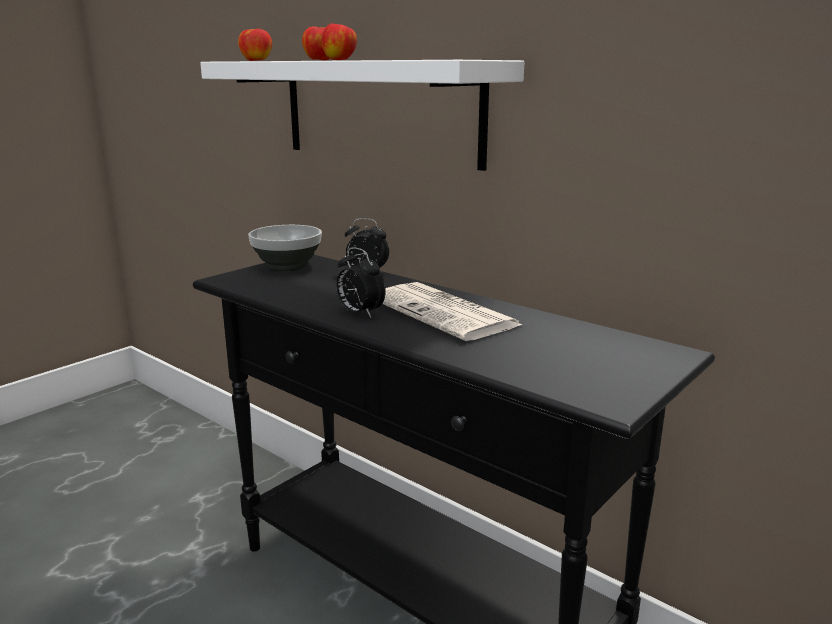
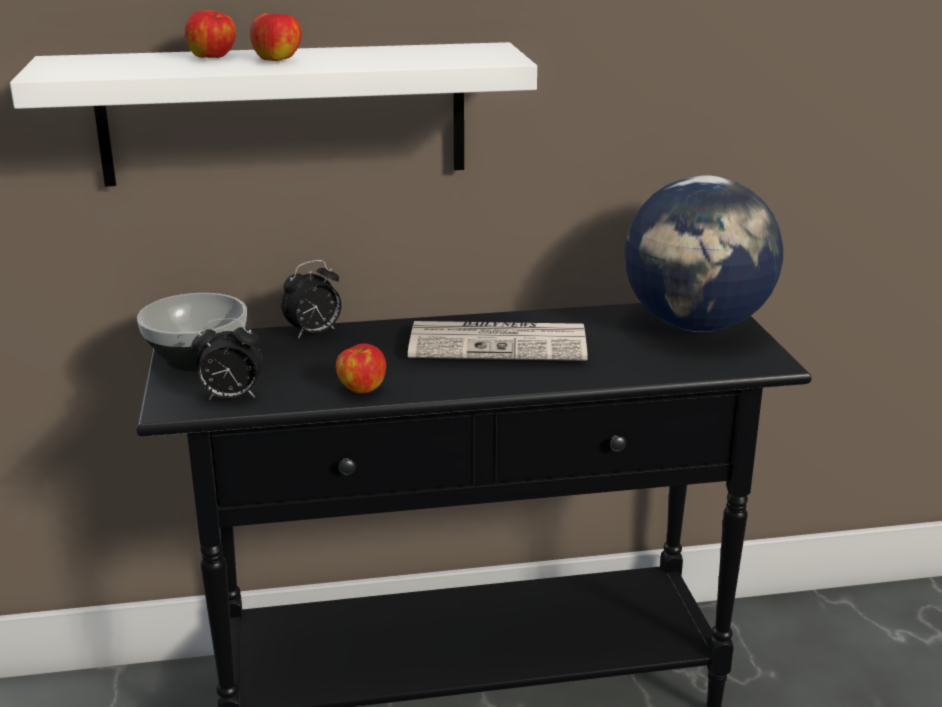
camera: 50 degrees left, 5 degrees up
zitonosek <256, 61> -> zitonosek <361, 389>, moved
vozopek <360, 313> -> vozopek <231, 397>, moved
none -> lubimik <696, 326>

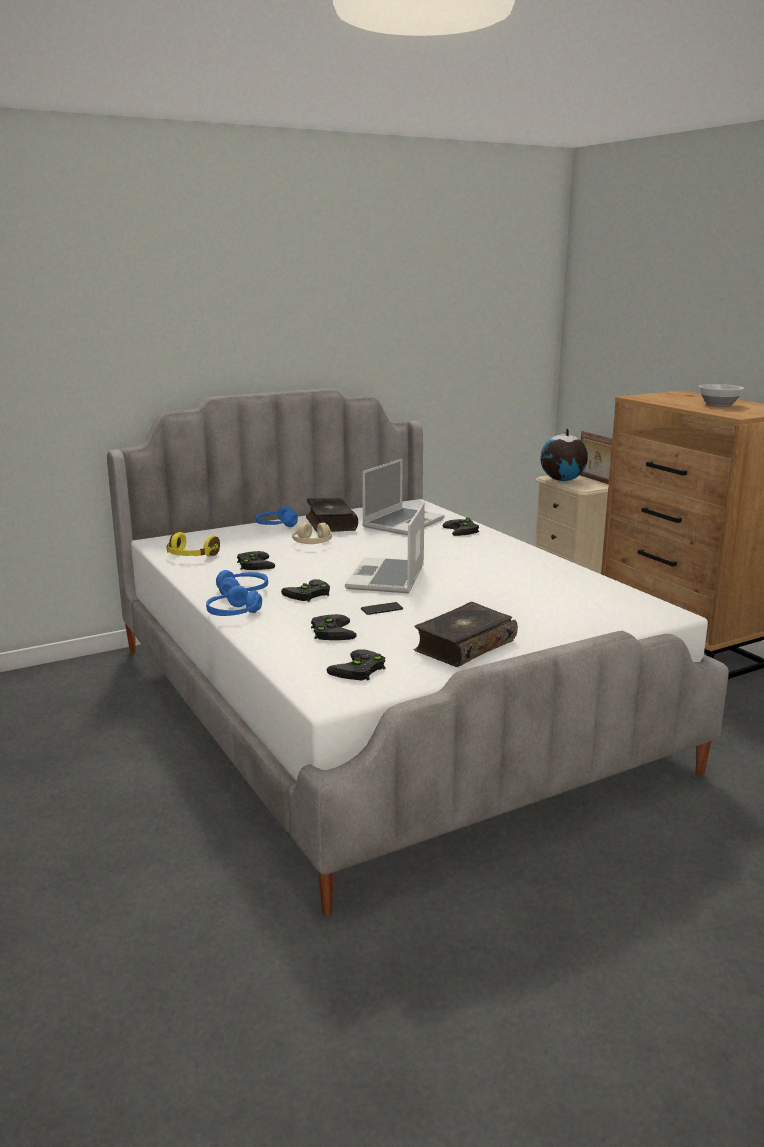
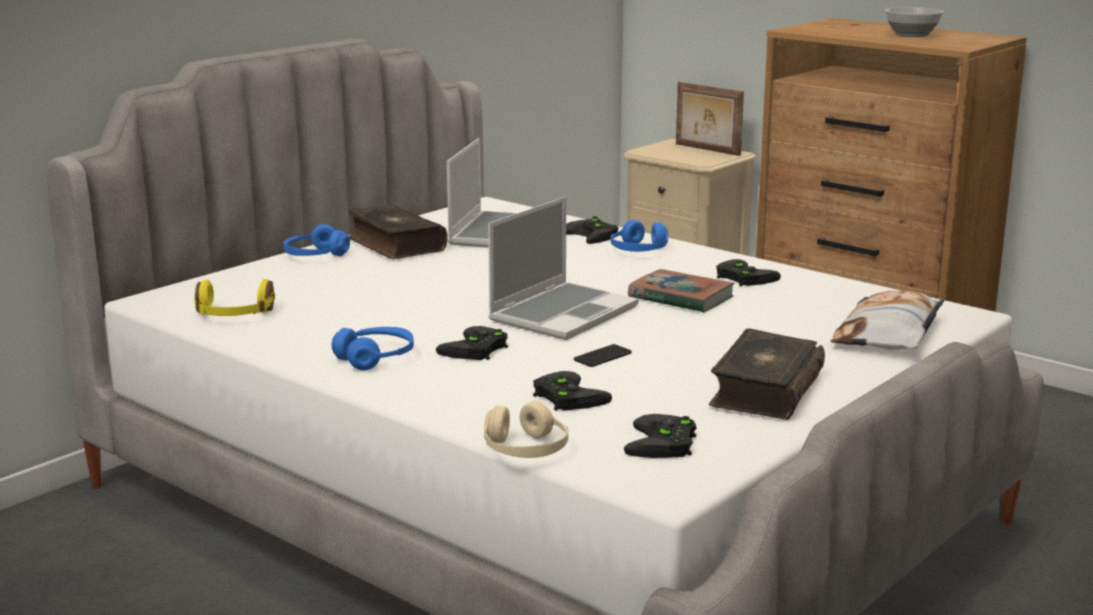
camera: 20 degrees left, 0 degrees up
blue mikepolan <233, 613> -> blue mikepolan <639, 251>, moved
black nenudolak <253, 564> -> black nenudolak <742, 277>, moved
beige mikepolan <312, 543> -> beige mikepolan <525, 449>, moved
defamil <387, 578> -> defamil <563, 313>, 135 degrees counterclockwise
lubimik <562, 480> -> none
none -> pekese <680, 298>
none -> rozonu <889, 334>

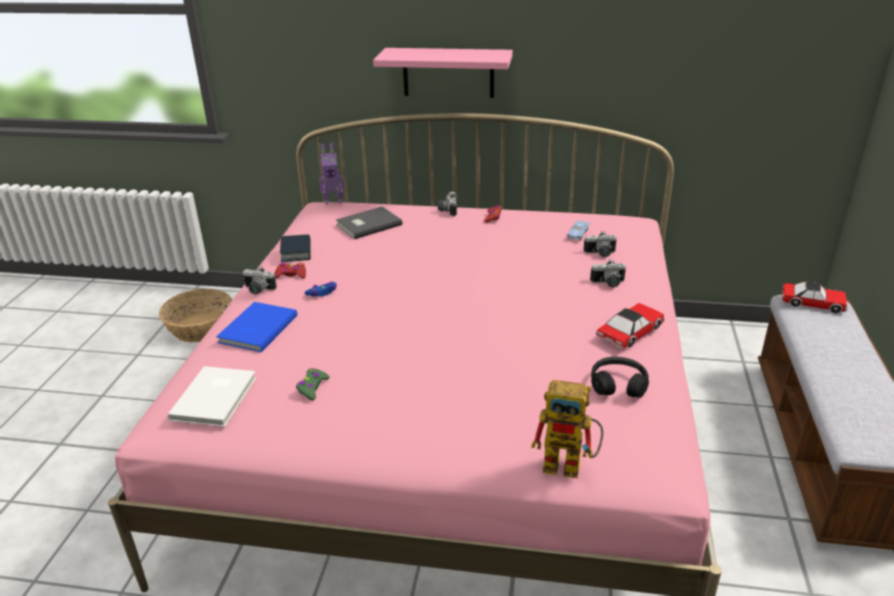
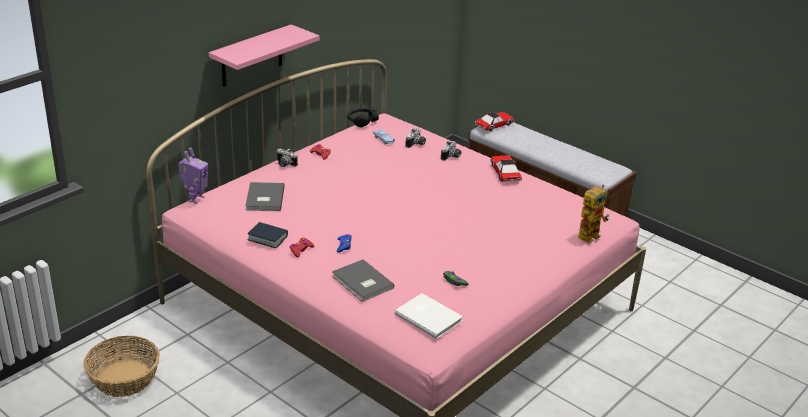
camera: 60 degrees left, 0 degrees up
blue pekese <256, 329> -> grey pekese <362, 283>
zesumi <258, 290> -> none
black mikepolan <618, 385> -> black mikepolan <361, 121>, moved

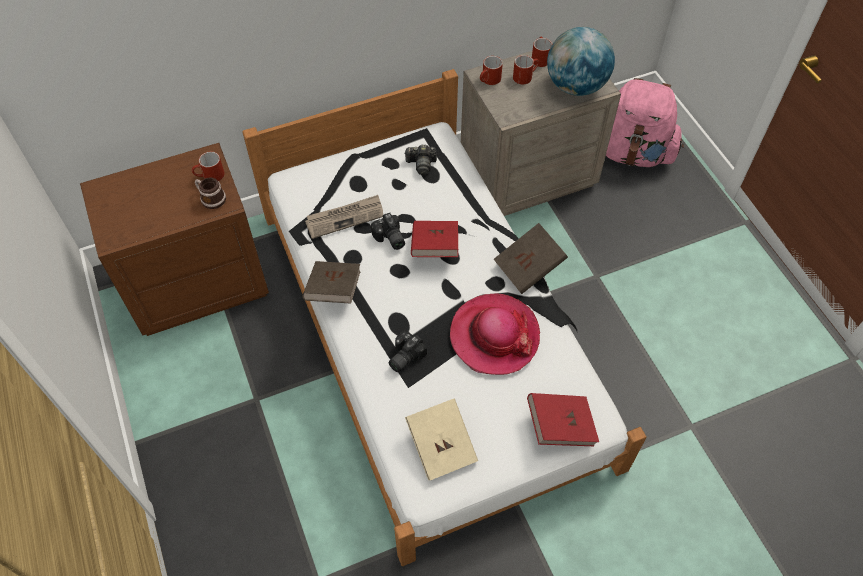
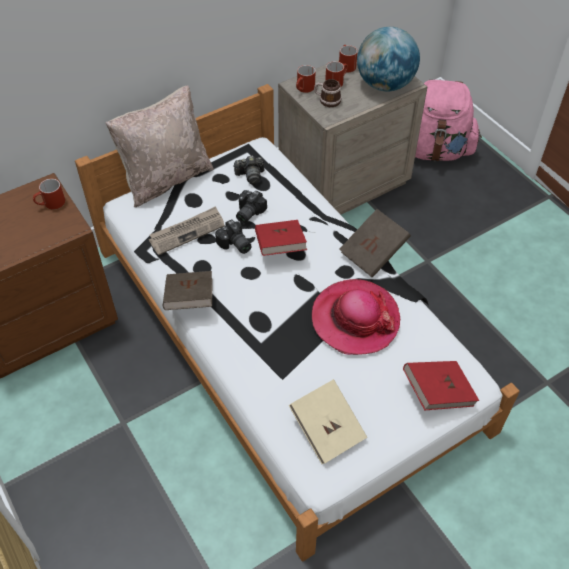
camera: 10 degrees left, 5 degrees down
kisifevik <211, 198> -> kisifevik <327, 100>, moved
zesumi <403, 356> -> zesumi <247, 213>, moved
none -> beige rozonu <166, 178>

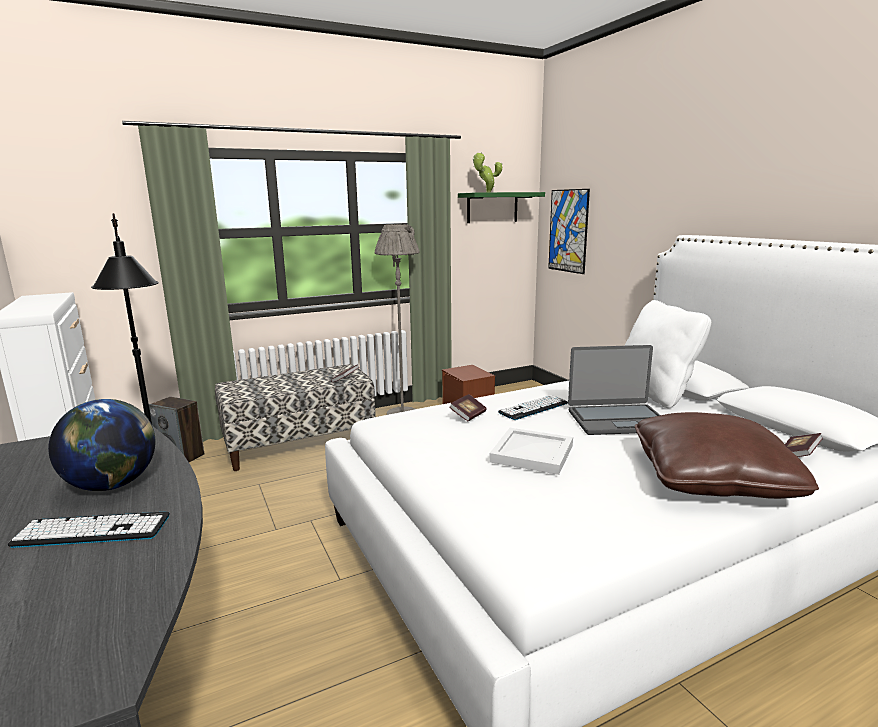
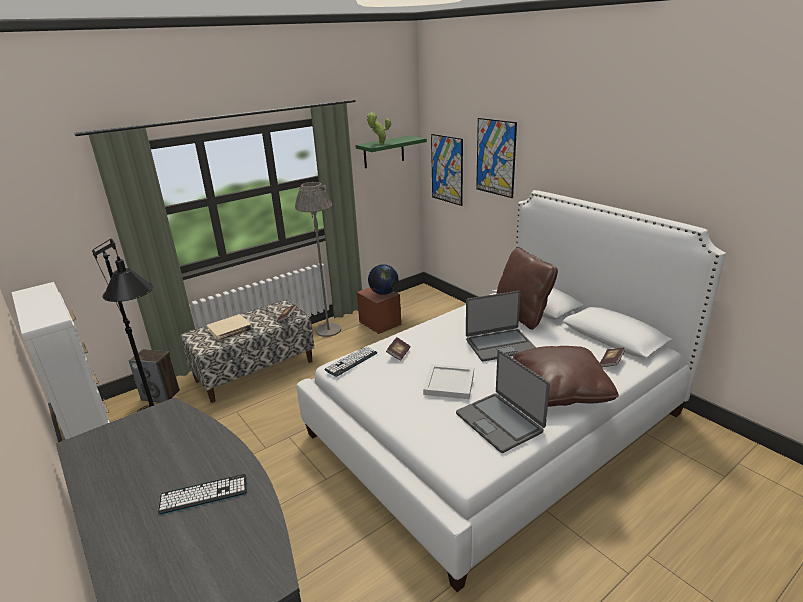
camera: 10 degrees left, 10 degrees up
lubimik <113, 484> -> lubimik <384, 293>, moved
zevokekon <533, 408> -> zevokekon <351, 361>, moved
white rozonu <655, 393> -> brown rozonu <522, 315>
none -> beige pekese <230, 329>
none -> defamil <500, 422>
none -> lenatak <495, 157>

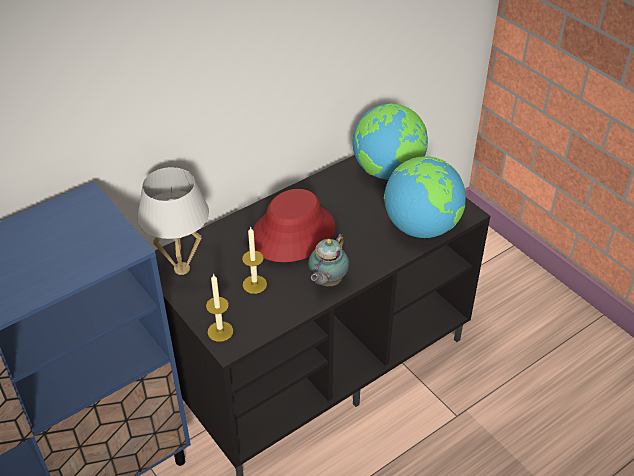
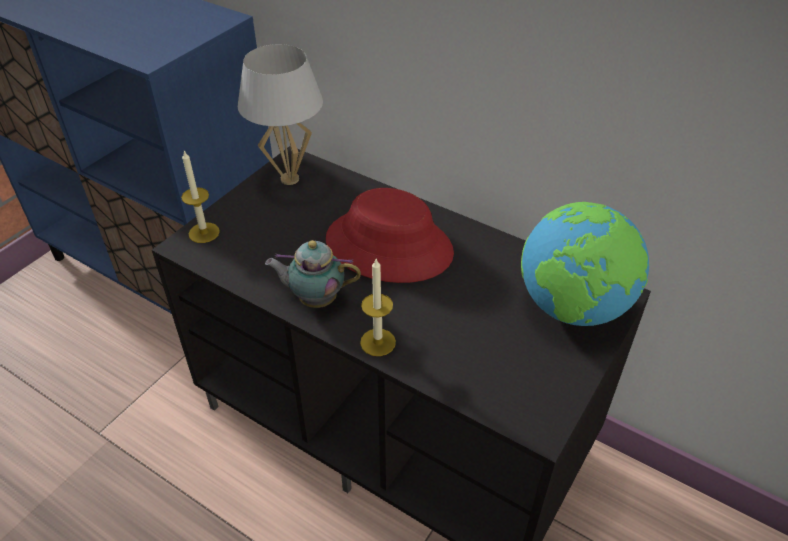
camera: 70 degrees right, 0 degrees up
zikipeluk <254, 284> -> zikipeluk <378, 342>, moved
lubimik <421, 227> -> none

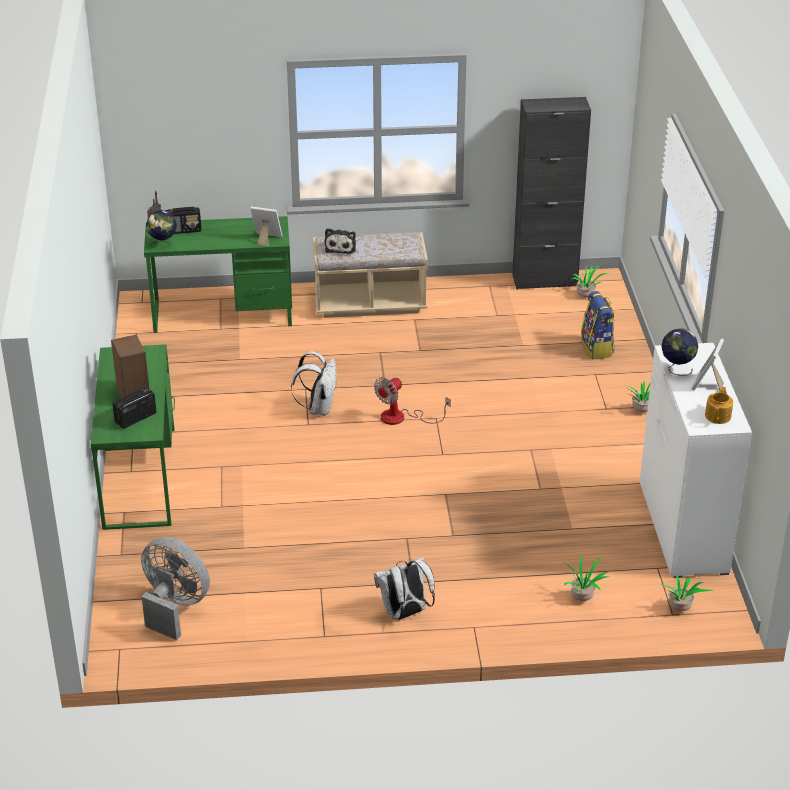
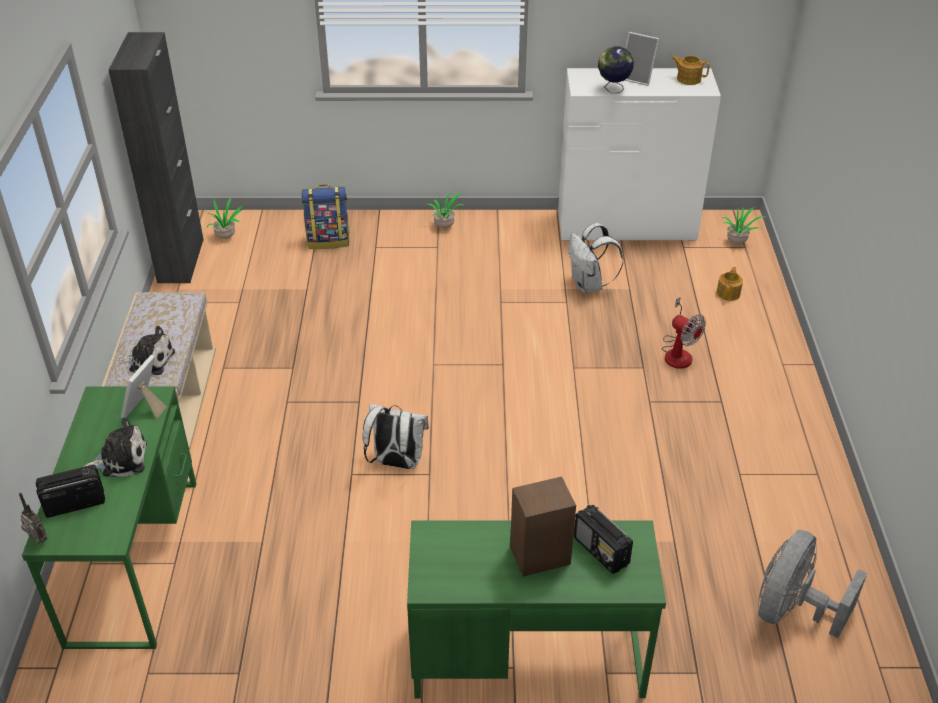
camera: 85 degrees left, 5 degrees up
lubimik <163, 245> -> none
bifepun <184, 230> -> bifepun <74, 503>, 105 degrees counterclockwise
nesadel <401, 418> -> nesadel <678, 352>, moved
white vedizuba <405, 614> -> white vedizuba <589, 285>, moved
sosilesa <582, 597> -> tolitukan <728, 293>
none -> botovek <121, 459>

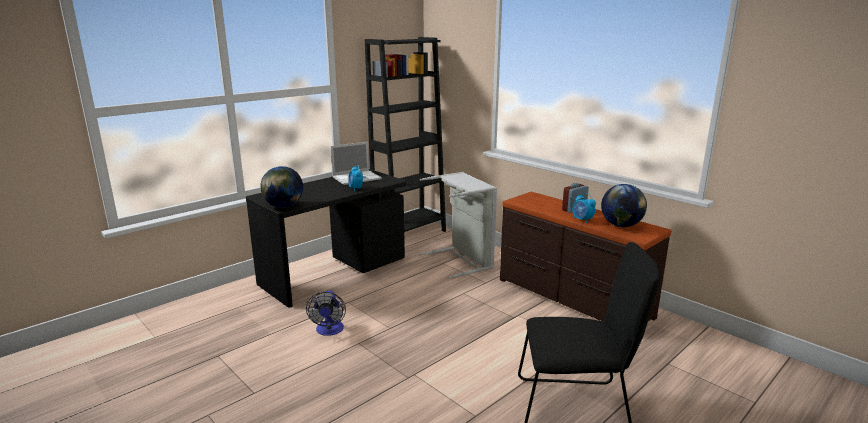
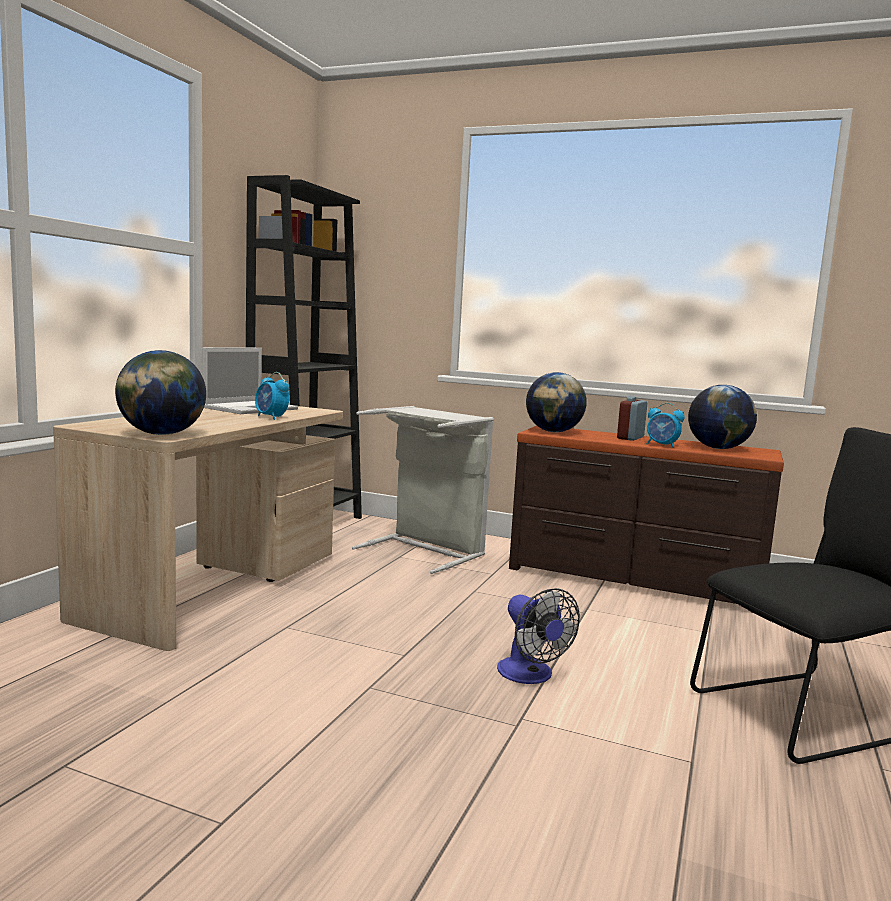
camera: 25 degrees left, 10 degrees down
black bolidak <334, 272> -> beige bolidak <217, 586>
nesadel <329, 331> -> nesadel <530, 675>, moved
none -> lubimik <553, 432>

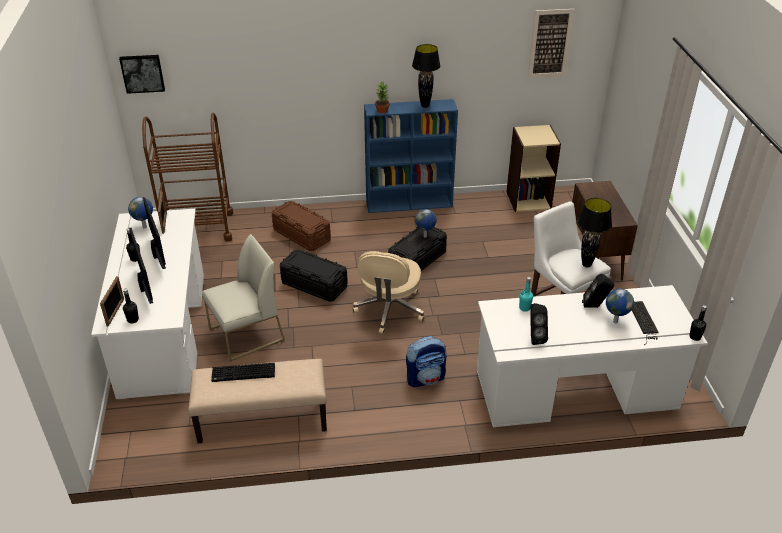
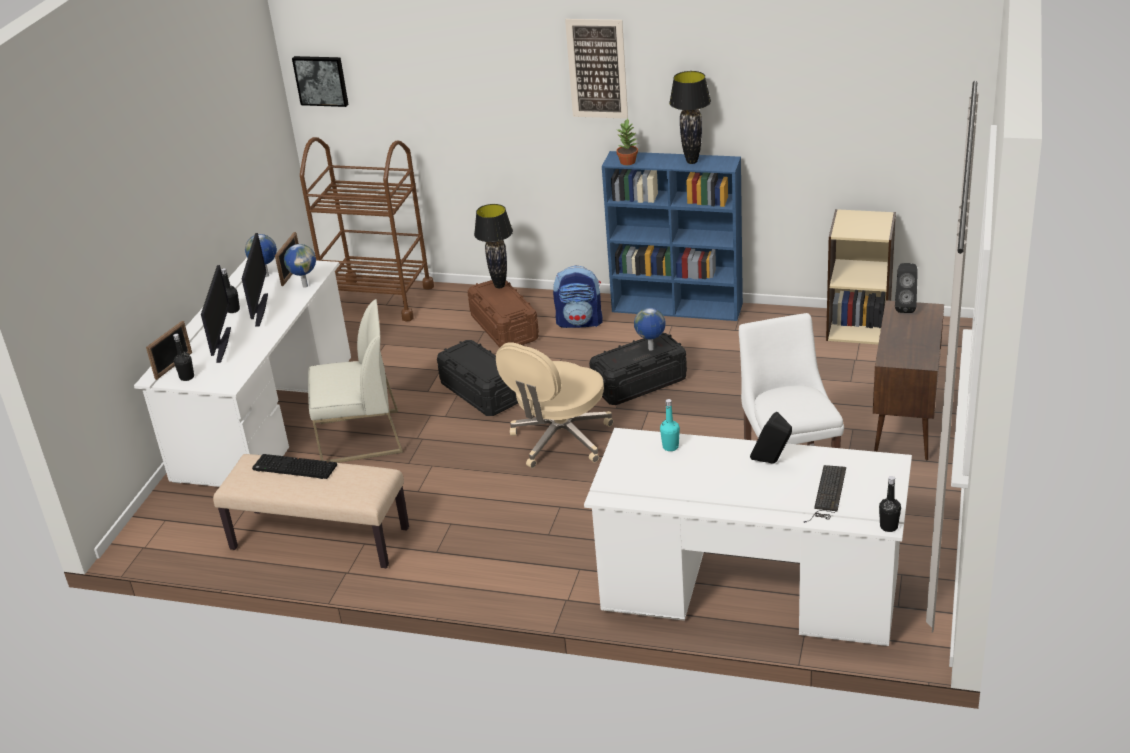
camera: 25 degrees right, 5 degrees down
vedizuba <426, 378> -> vedizuba <580, 322>, moved
lenatak <550, 43> -> lenatak <597, 69>, moved
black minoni <534, 337> -> black minoni <905, 307>, moved
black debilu <587, 265> -> black debilu <500, 286>, moved
lubimik <614, 321> -> lubimik <305, 285>, moved

